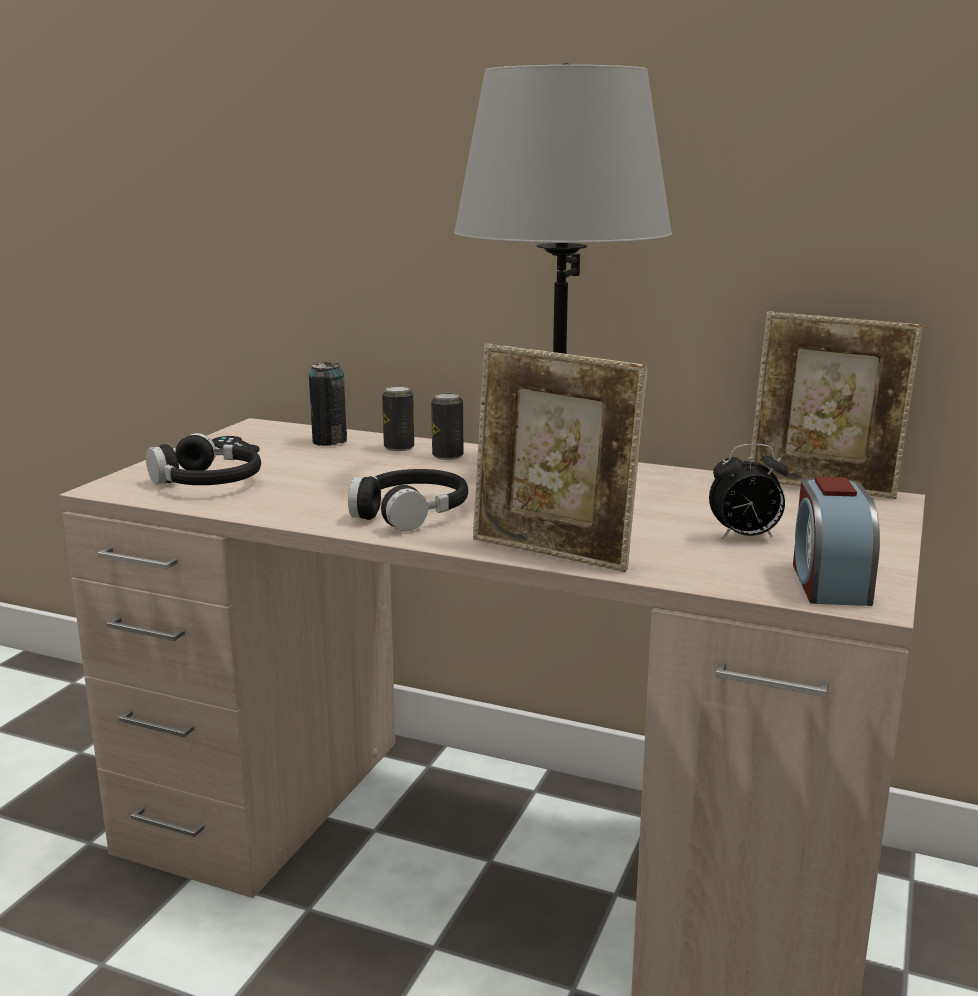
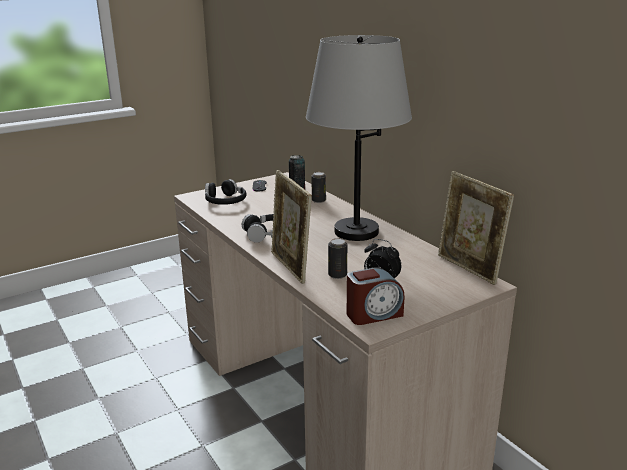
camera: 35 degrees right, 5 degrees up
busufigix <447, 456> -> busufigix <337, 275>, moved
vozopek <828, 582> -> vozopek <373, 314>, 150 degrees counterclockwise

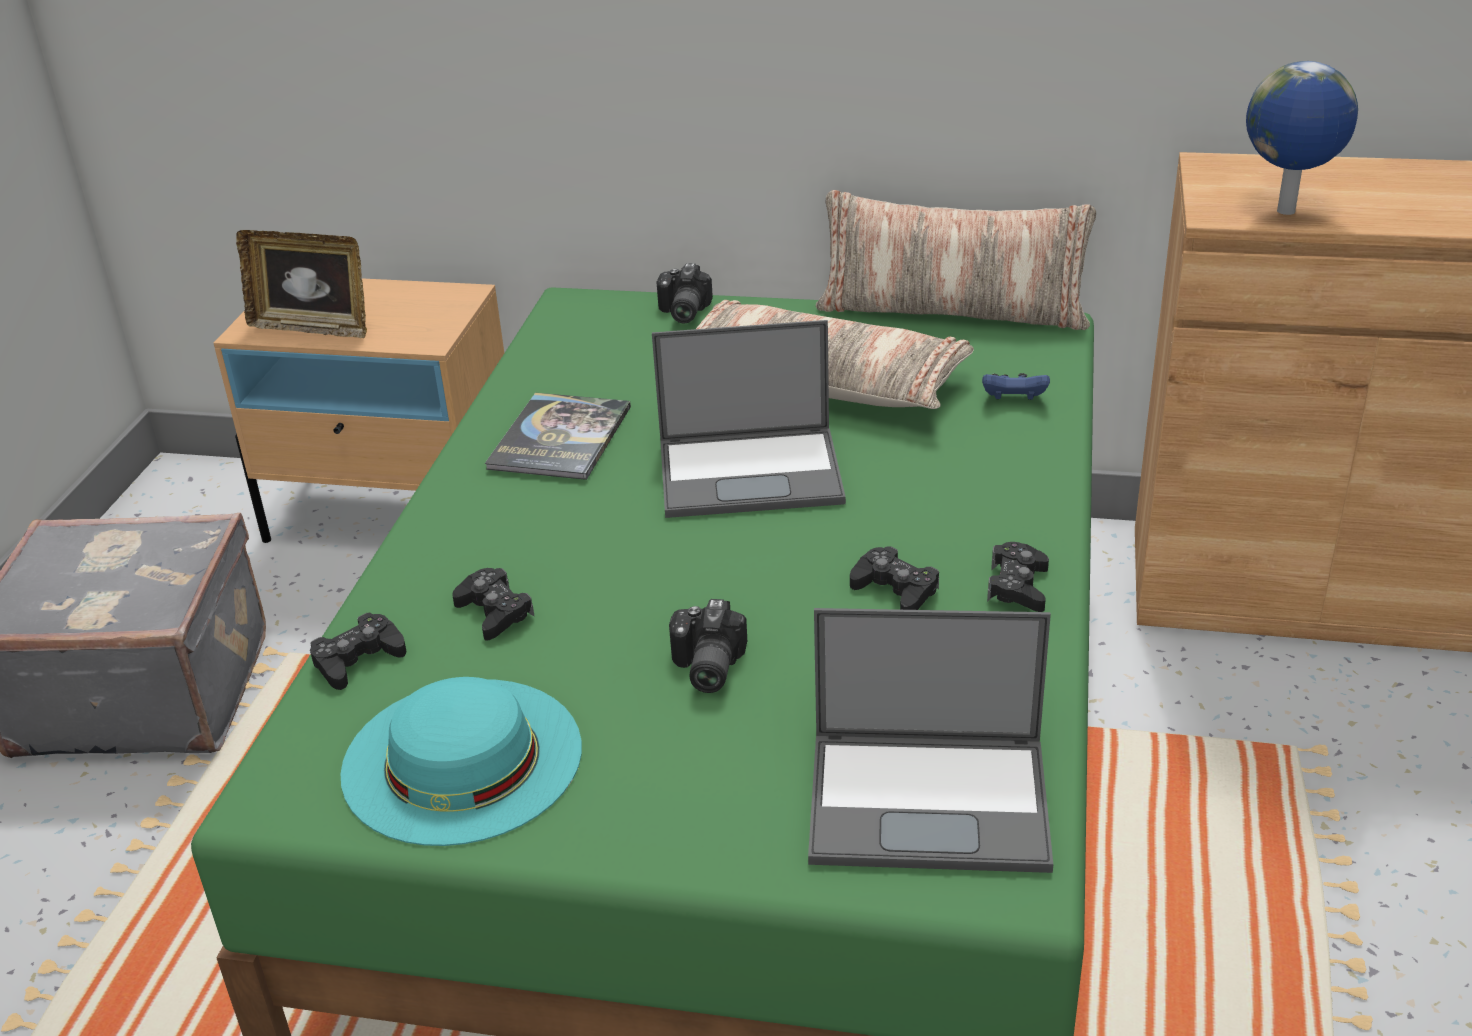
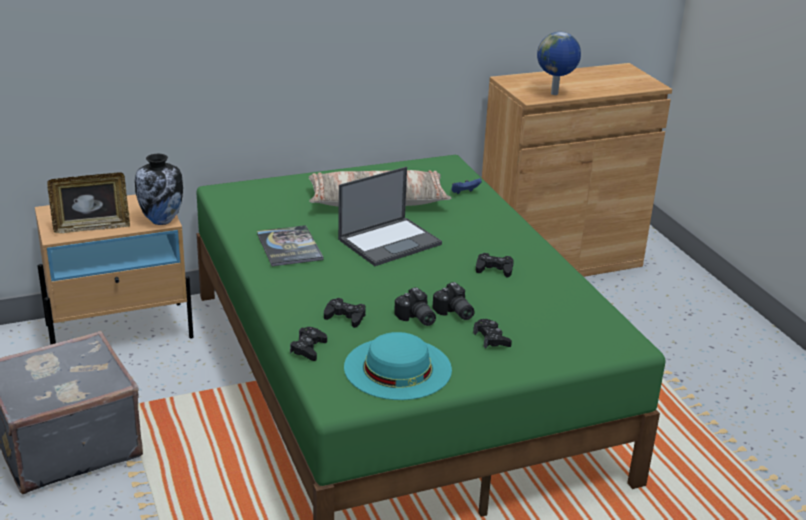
camera: 35 degrees left, 5 degrees down
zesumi <681, 312> -> zesumi <415, 318>, moved
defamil <932, 800> -> none
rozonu <952, 310> -> none
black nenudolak <1017, 586> -> black nenudolak <491, 339>, moved
none -> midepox <162, 221>

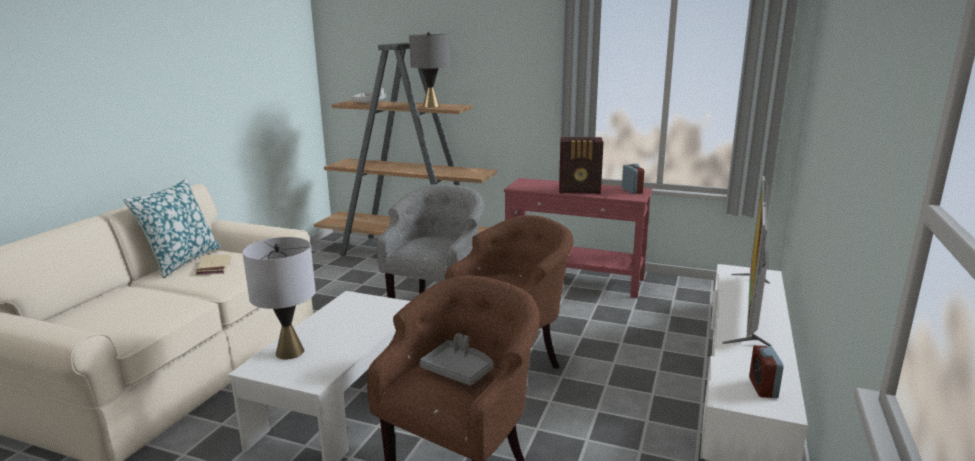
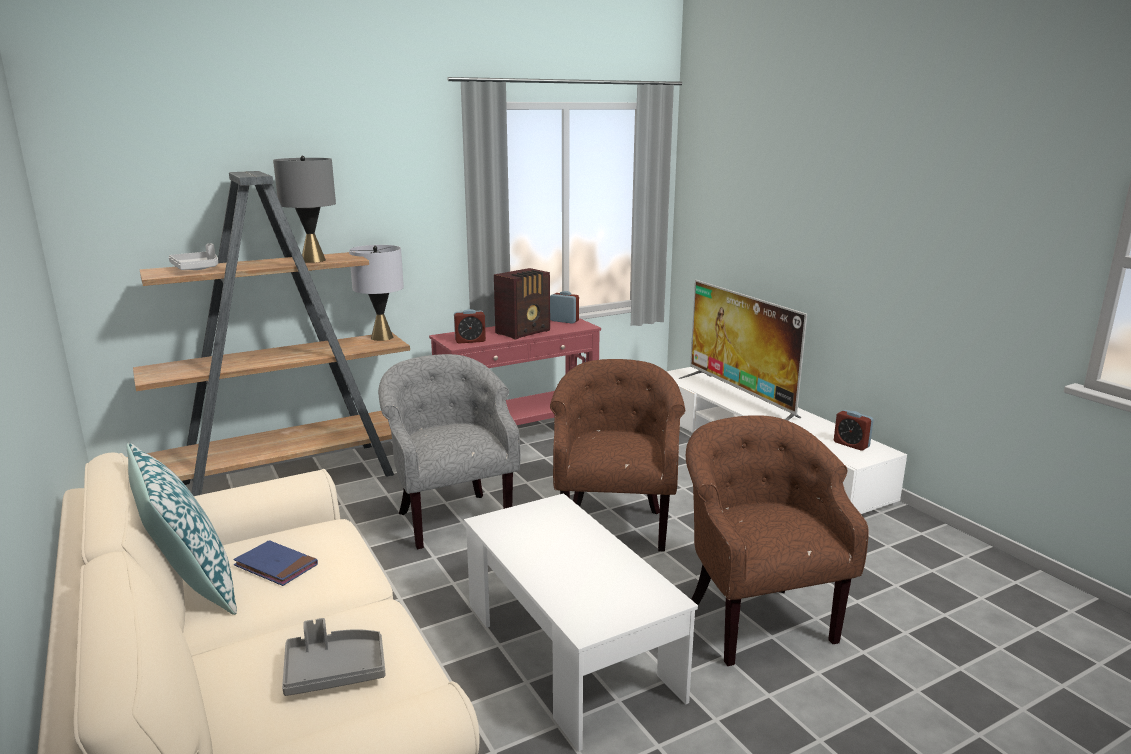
camera: 50 degrees left, 0 degrees up
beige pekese <214, 267> -> blue pekese <276, 566>
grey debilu <290, 352> -> grey debilu <382, 337>, moved
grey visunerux <458, 370> -> grey visunerux <334, 671>, moved
none -> vozopek <470, 341>

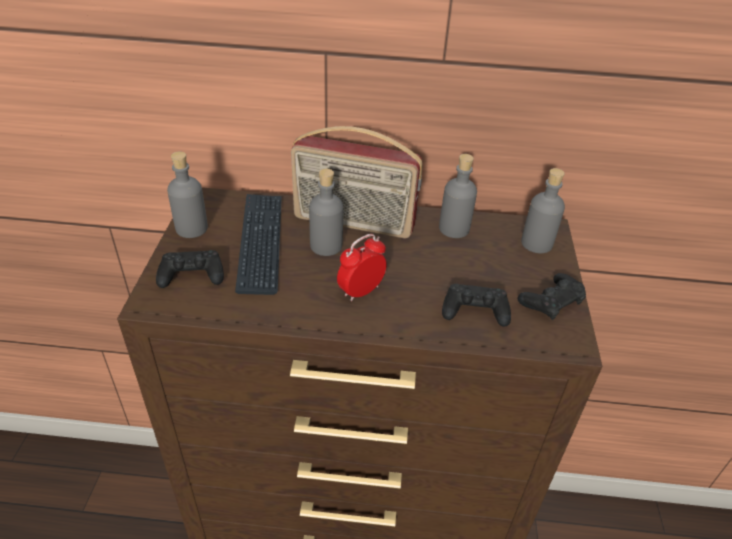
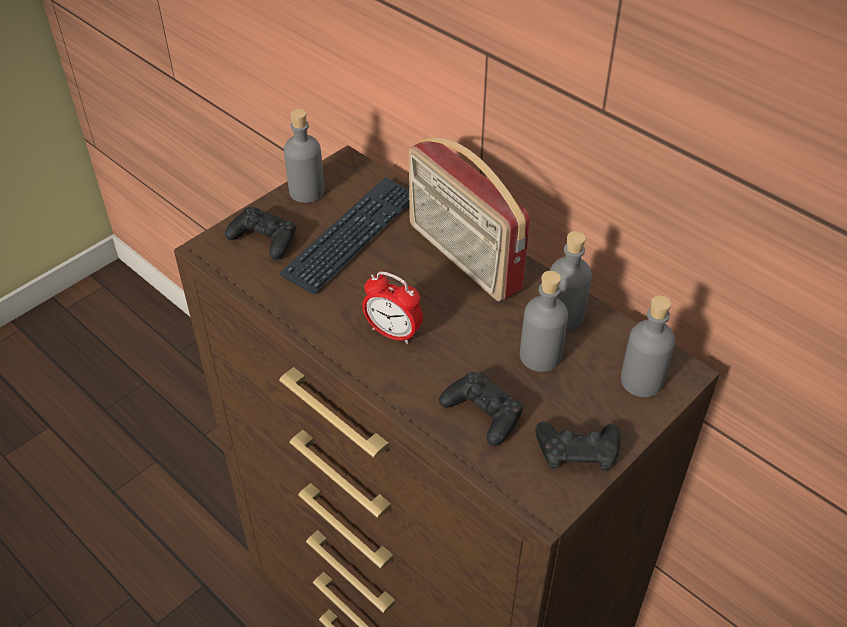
camera: 40 degrees right, 5 degrees up
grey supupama <326, 245> -> grey supupama <540, 356>, moved
vozopek <361, 291> -> vozopek <393, 333>, 150 degrees counterclockwise

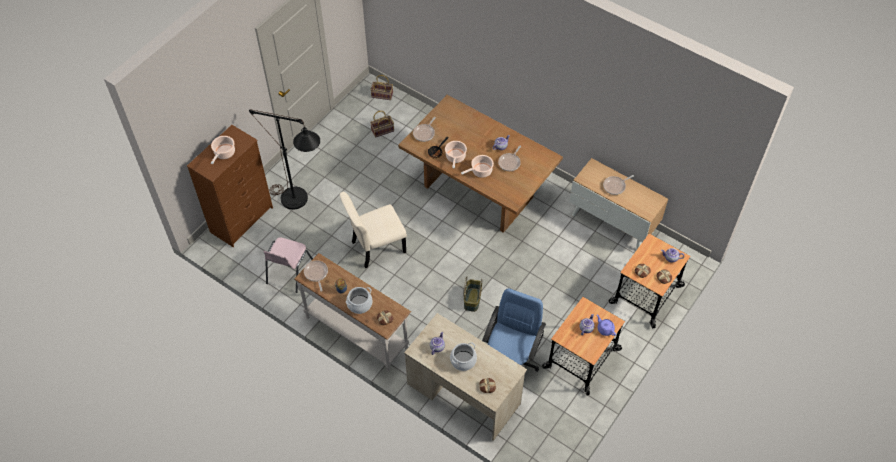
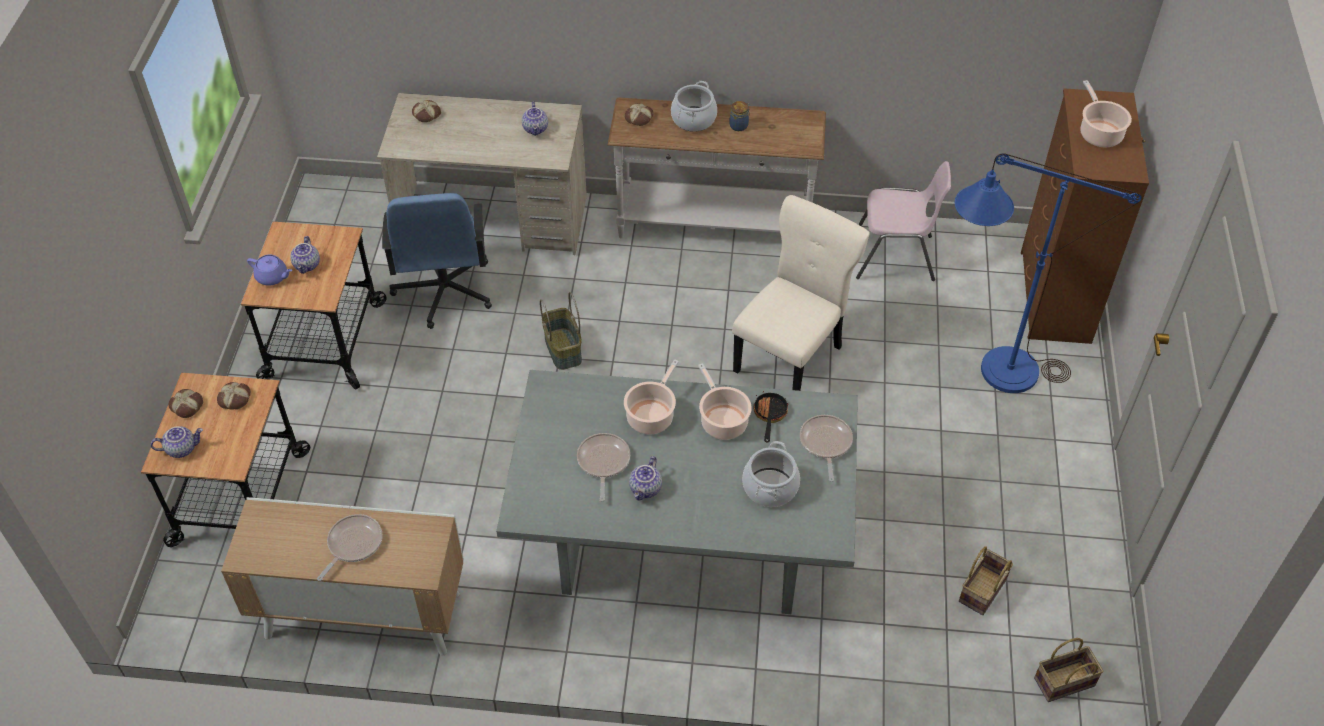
camera: 150 degrees right, 5 degrees down
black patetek <300, 202> -> blue patetek <992, 370>
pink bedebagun <289, 272> -> pink bedebagun <895, 257>, 105 degrees clockwise
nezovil <316, 274> -> none
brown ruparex <479, 191> -> grey ruparex <680, 551>
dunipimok <463, 360> -> dunipimok <770, 487>, moved

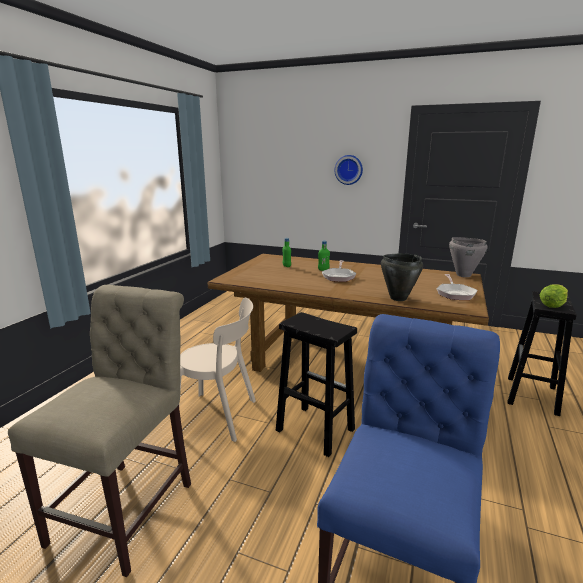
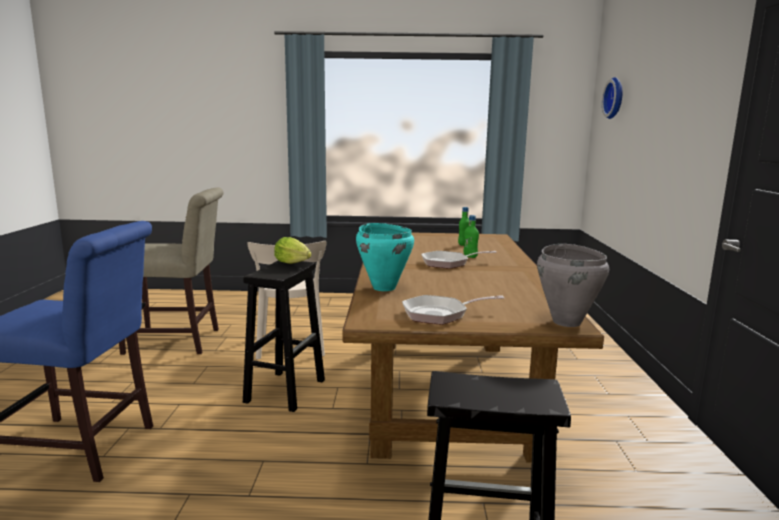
camera: 70 degrees right, 5 degrees down
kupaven <349, 170> -> kupaven <615, 98>, moved
black dunipimok <398, 298> -> turquoise dunipimok <384, 287>
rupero <552, 305> -> rupero <292, 263>, moved

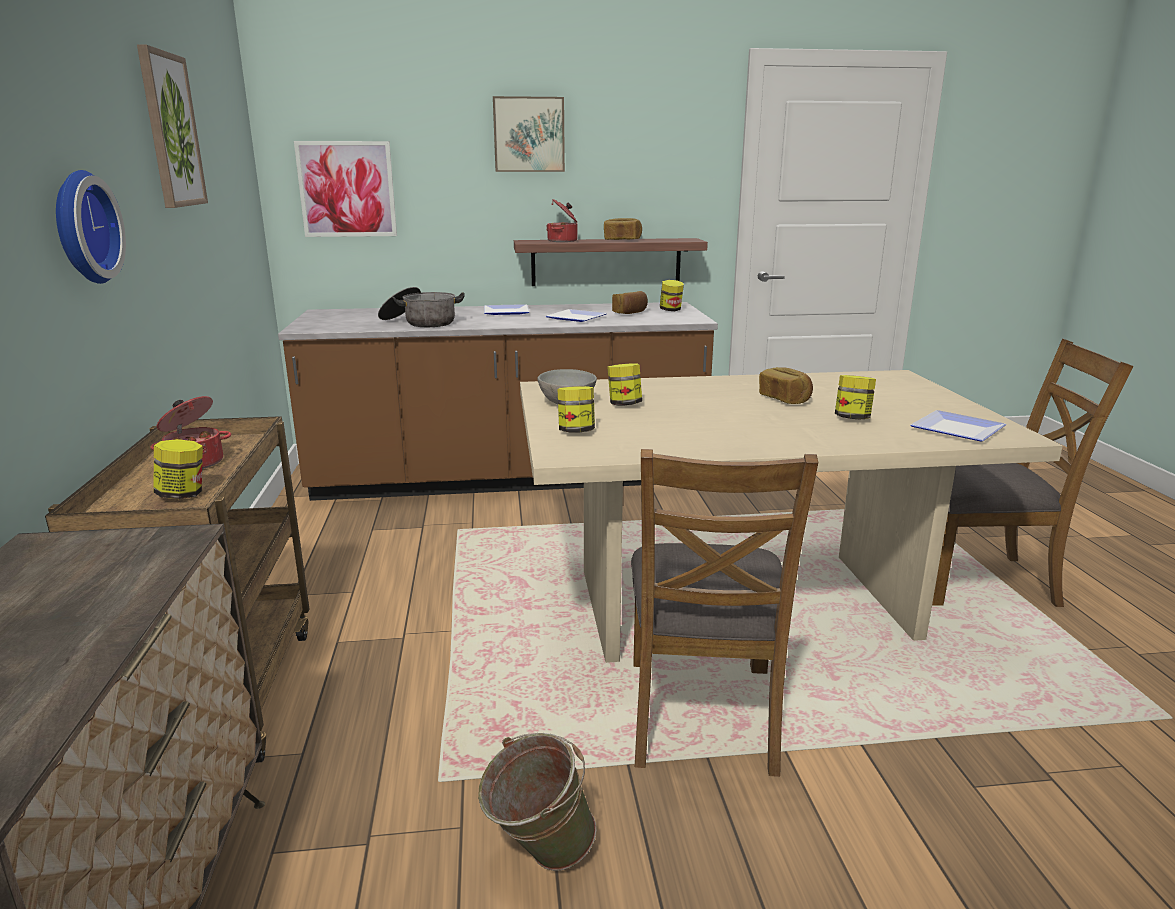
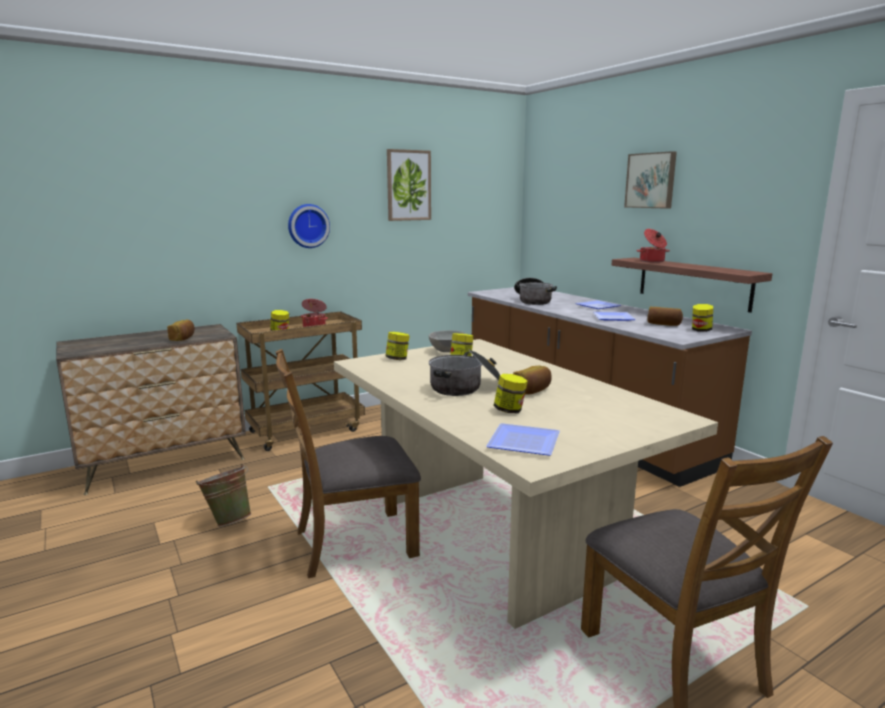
camera: 65 degrees right, 5 degrees down
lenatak <347, 189> -> none
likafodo <622, 240> -> likafodo <183, 338>, moved
none -> dunipimok <466, 387>

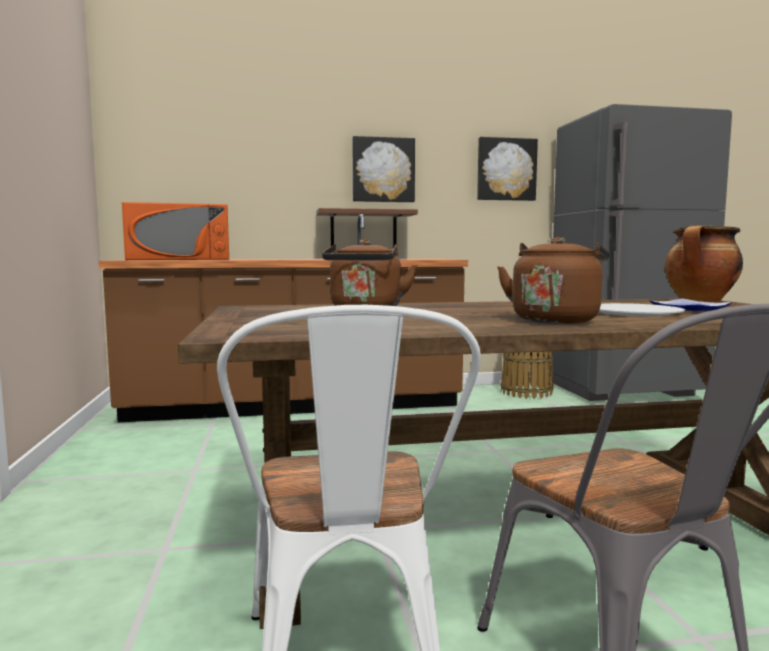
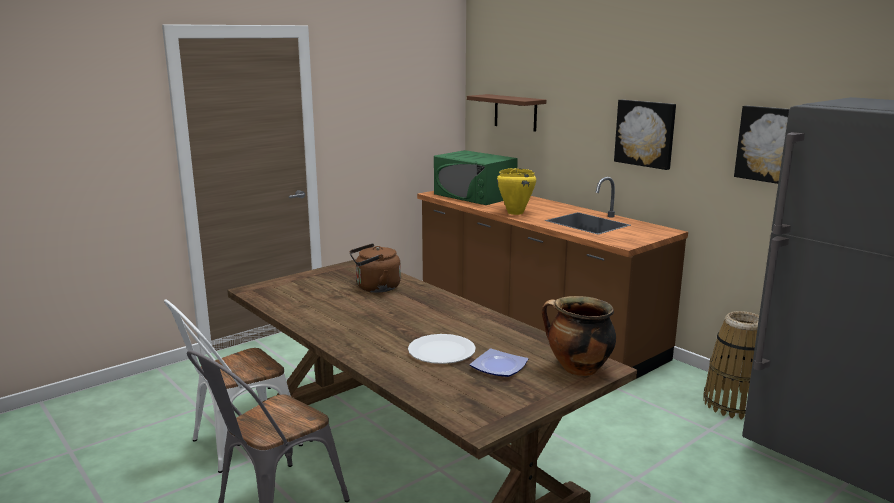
camera: 60 degrees right, 10 degrees up
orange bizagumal <180, 259> -> green bizagumal <474, 195>
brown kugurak <363, 229> -> brown kugurak <515, 112>, moved
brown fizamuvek <555, 320> -> none
none -> yellow dunipimok <515, 212>

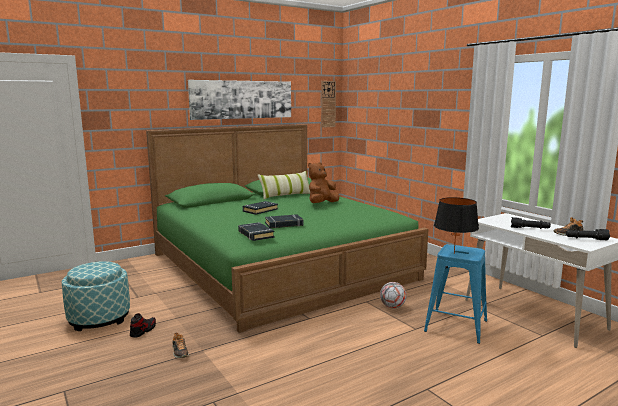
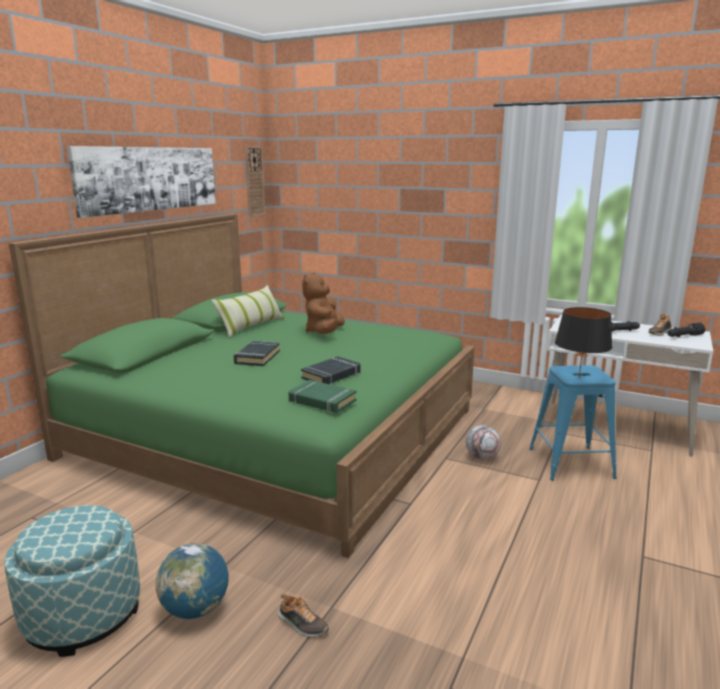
camera: 30 degrees left, 5 degrees up
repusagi <143, 330> -> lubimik <195, 609>
black pekese <255, 234> -> green pekese <322, 401>

